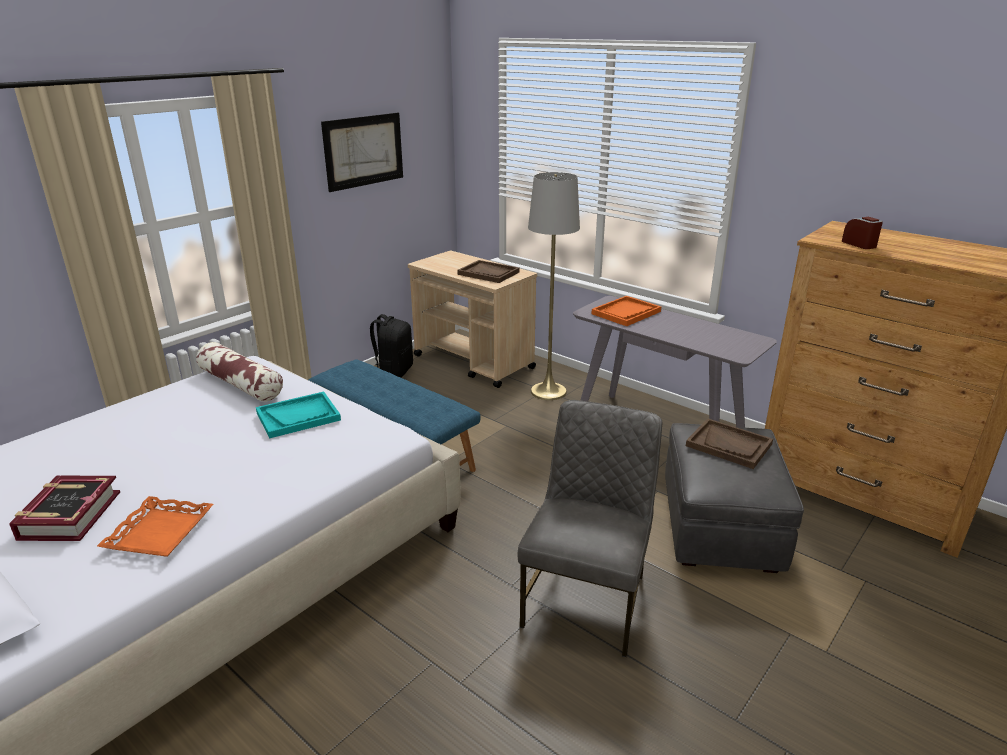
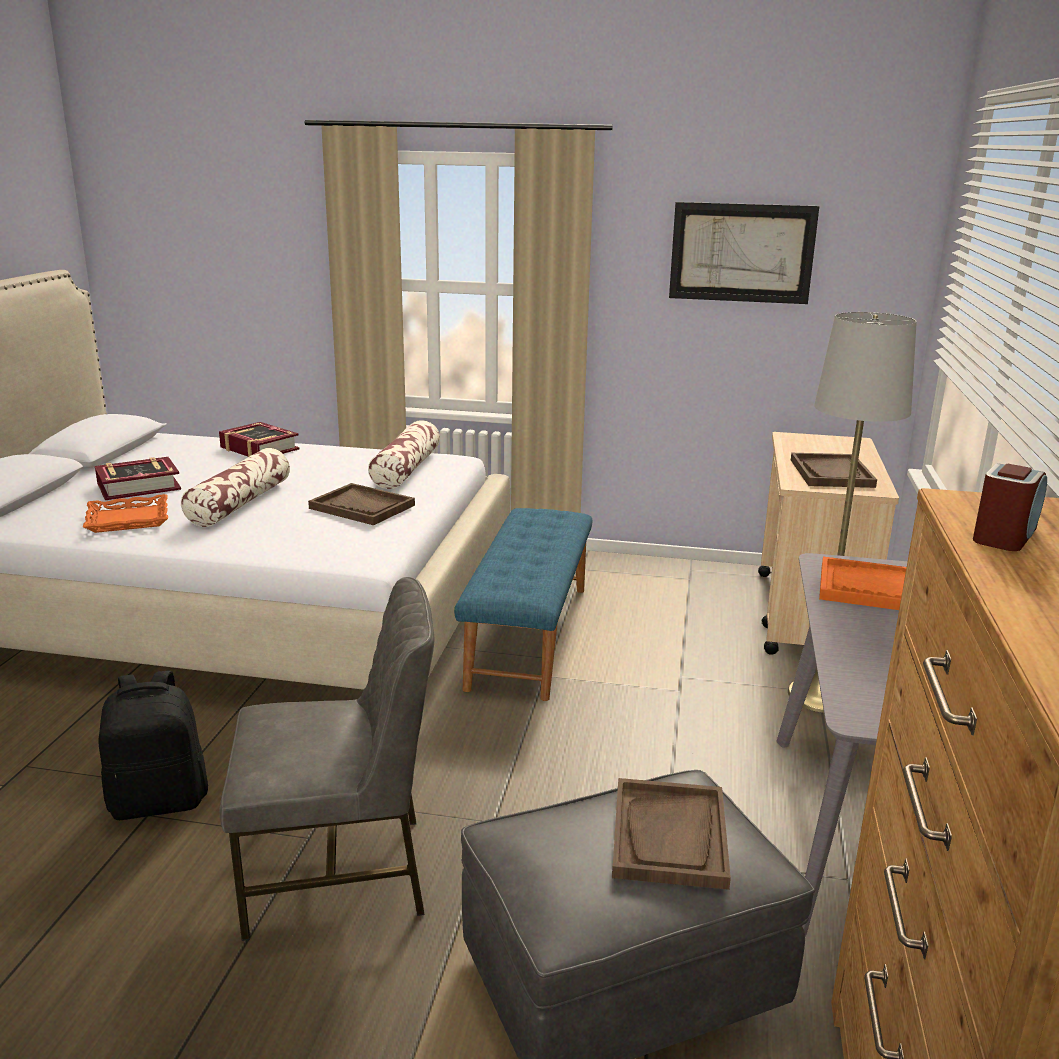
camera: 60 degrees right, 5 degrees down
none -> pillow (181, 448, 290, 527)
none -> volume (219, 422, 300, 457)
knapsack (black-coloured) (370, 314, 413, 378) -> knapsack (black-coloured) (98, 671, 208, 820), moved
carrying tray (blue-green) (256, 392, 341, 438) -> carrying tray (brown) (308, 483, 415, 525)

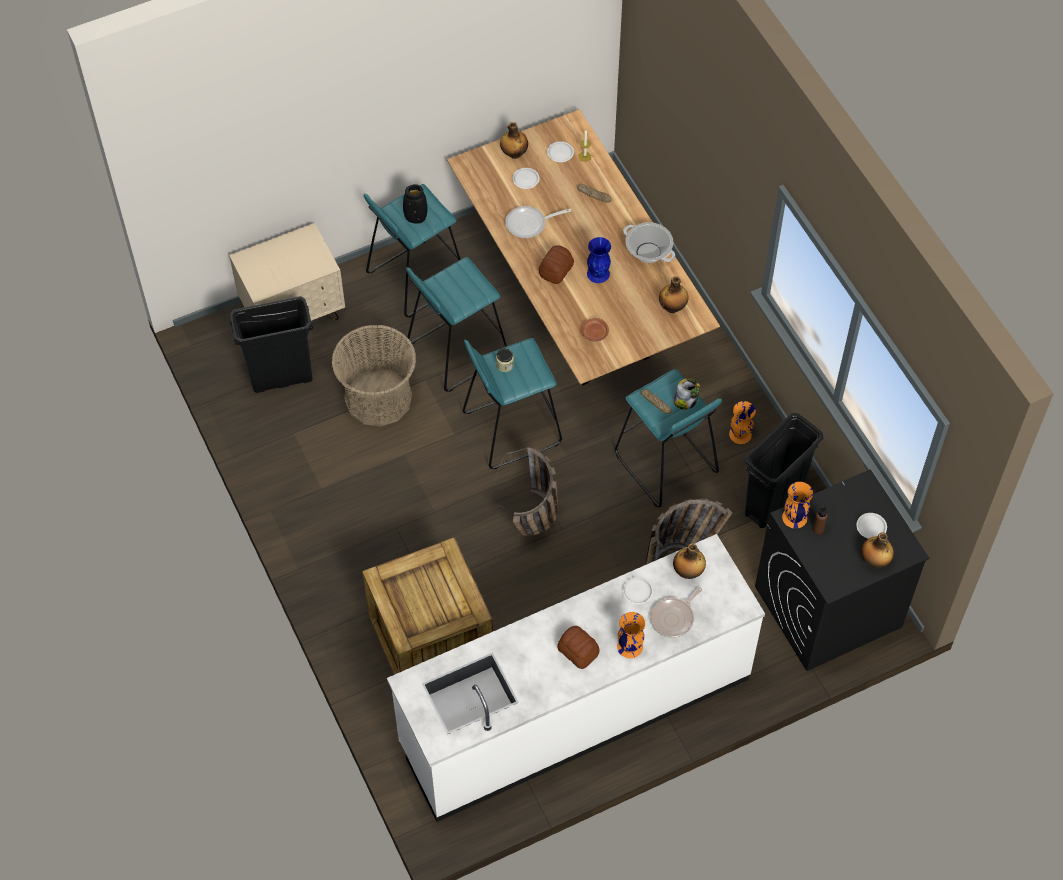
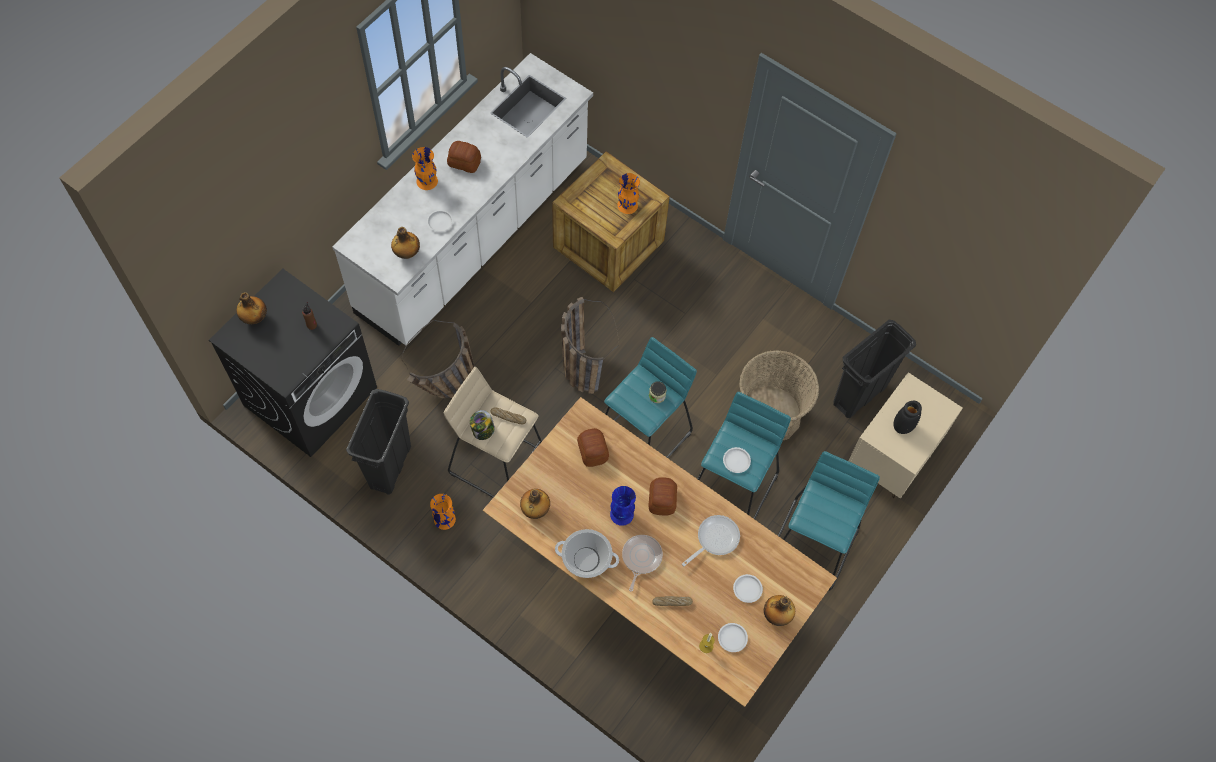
camera: 150 degrees right, 5 degrees up
vase (black-coloured) (403, 184, 428, 224) -> vase (black-coloured) (893, 401, 922, 434), moved
frying pan (650, 588, 702, 638) -> frying pan (622, 535, 663, 592), moved
vase (orange-coloured) (782, 482, 813, 529) -> vase (orange-coloured) (617, 173, 640, 214), moved
dinner plate (white-coloured) (856, 513, 887, 539) -> dinner plate (white-coloured) (723, 447, 751, 473), moved
dinner plate (brown) (581, 318, 609, 341) -> baked bread (577, 428, 609, 467)
stool (blue-green) (615, 369, 722, 507) -> stool (beige) (444, 367, 542, 498)

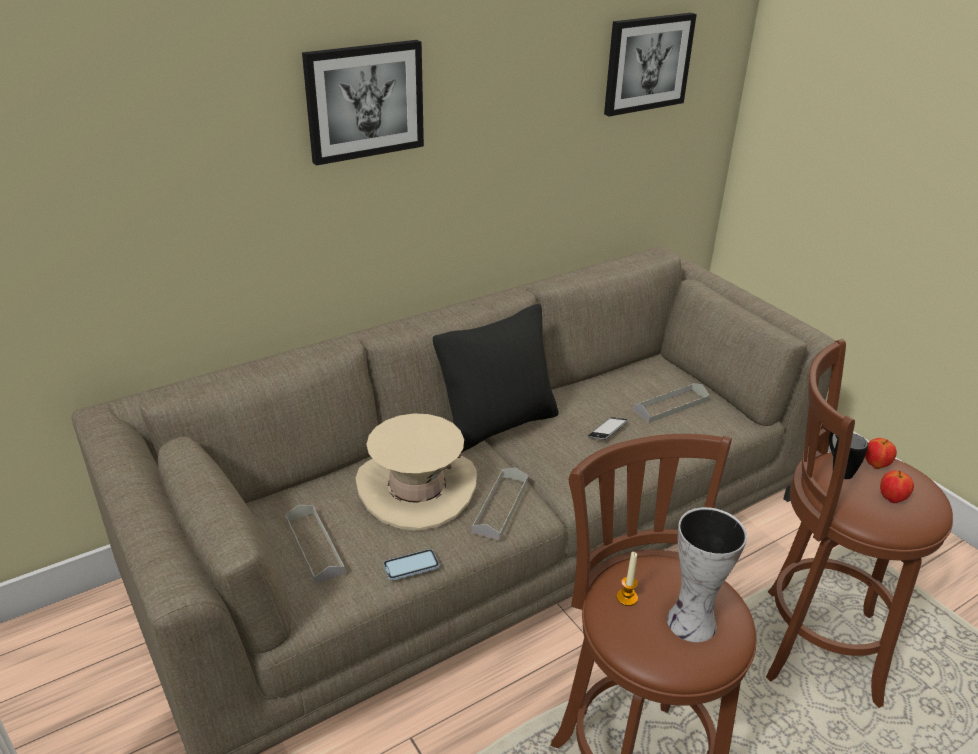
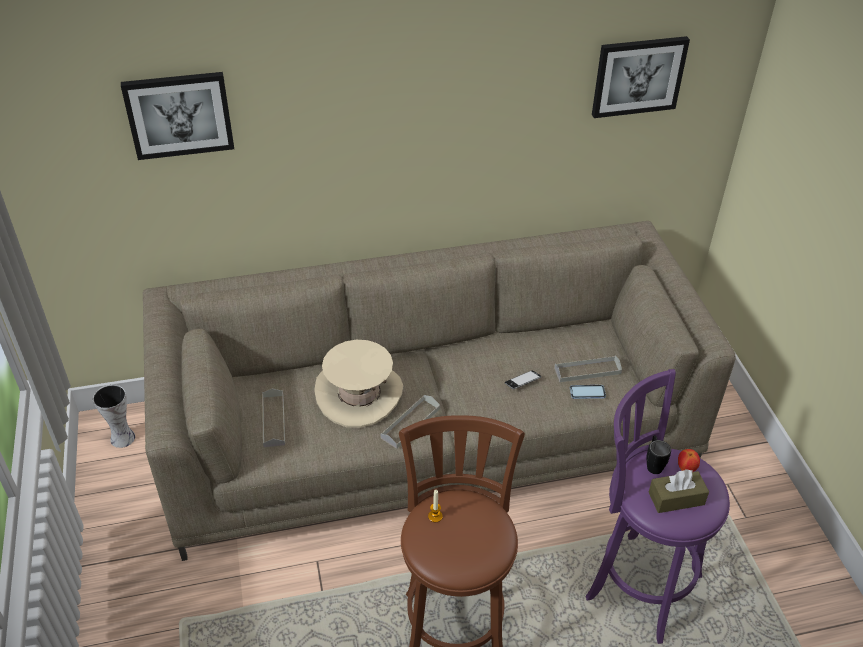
camera: 20 degrees right, 10 degrees up
pillow (black-coloured) (433, 303, 559, 453) -> none
wall picture (302, 40, 424, 166) -> wall picture (121, 72, 234, 160), moved
handset (383, 549, 439, 581) -> handset (570, 385, 606, 399), moved
vase (667, 507, 747, 642) -> vase (93, 384, 135, 448), moved
whole apple (880, 470, 914, 503) -> box of tissues (brown) (649, 469, 709, 513)
stool (brown) (766, 339, 953, 708) -> stool (purple) (585, 369, 730, 644)

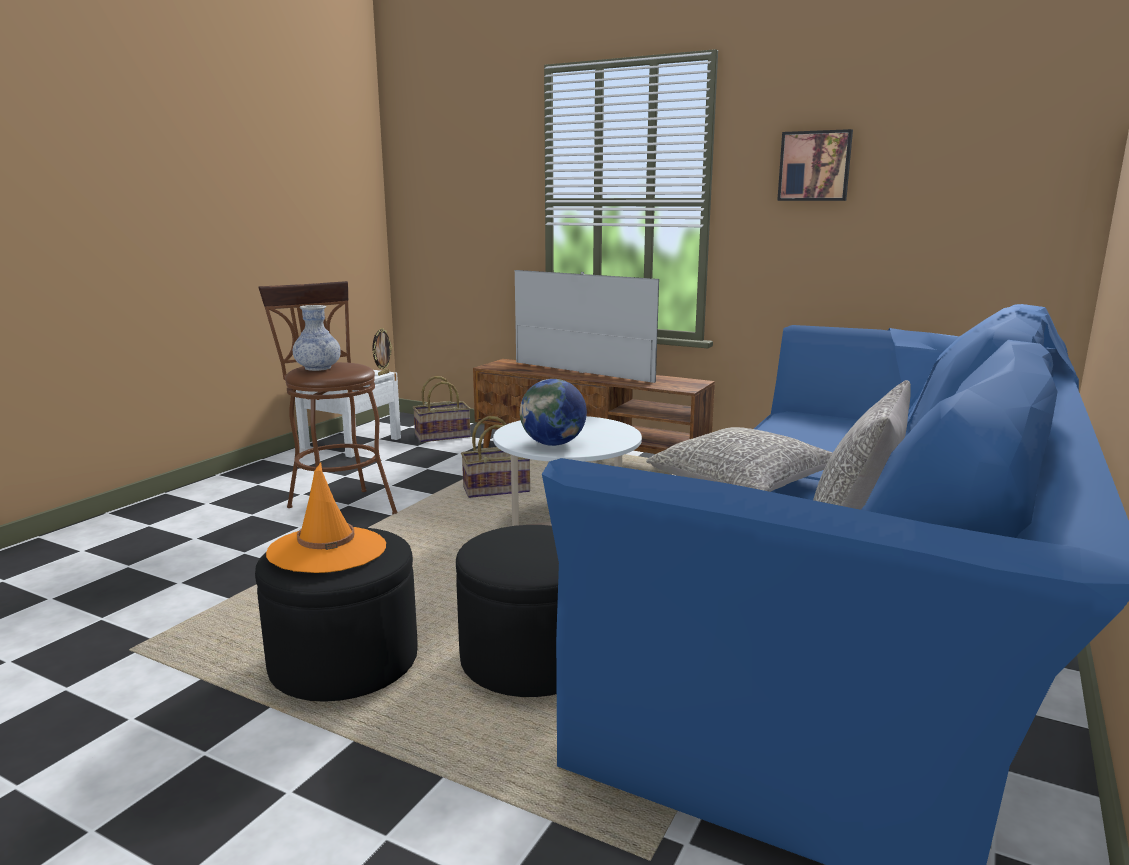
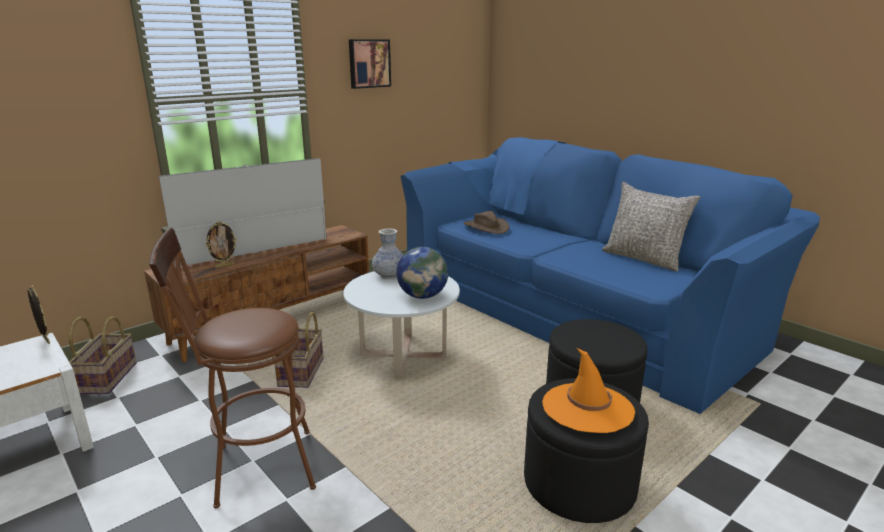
camera: 70 degrees left, 5 degrees up
pillow (grey) (646, 427, 833, 492) -> none
none -> picture frame (205, 221, 237, 268)
none -> hat (brown) (463, 211, 509, 234)
vase (293, 305, 341, 371) -> vase (372, 228, 404, 279), moved

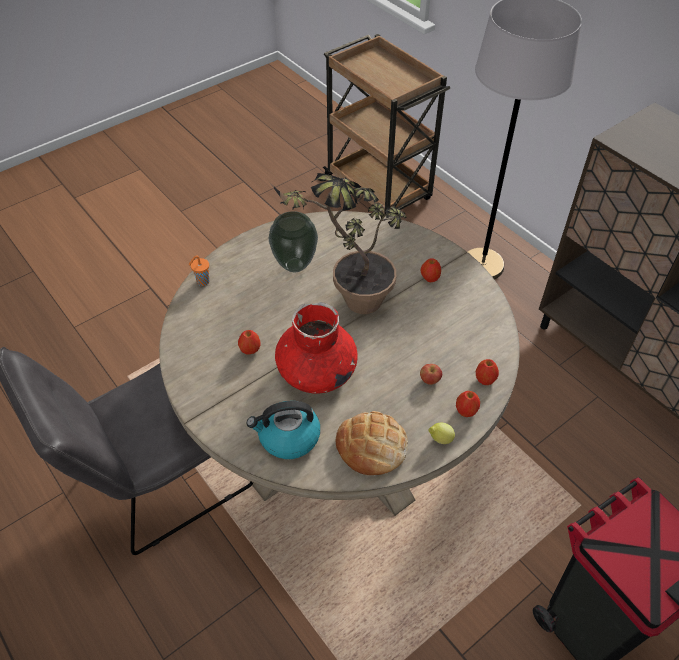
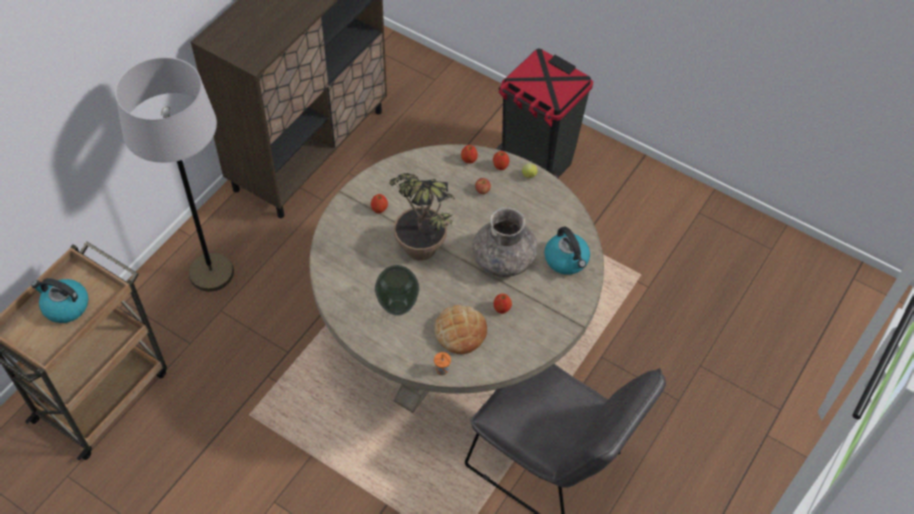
camera: 110 degrees left, 5 degrees up
none -> kettle (31, 278, 88, 323)
baked bread (336, 411, 408, 475) -> baked bread (434, 305, 487, 354), moved
vase (red-coloured) (275, 302, 358, 394) -> vase (grey) (472, 207, 537, 277)

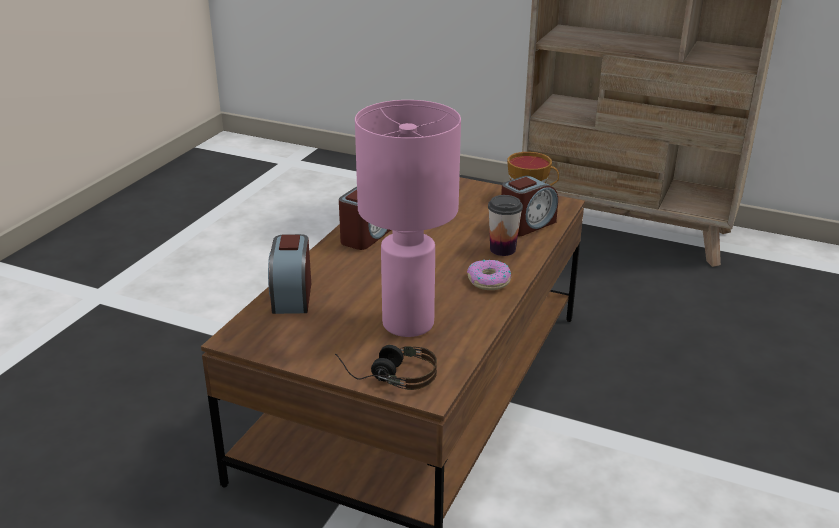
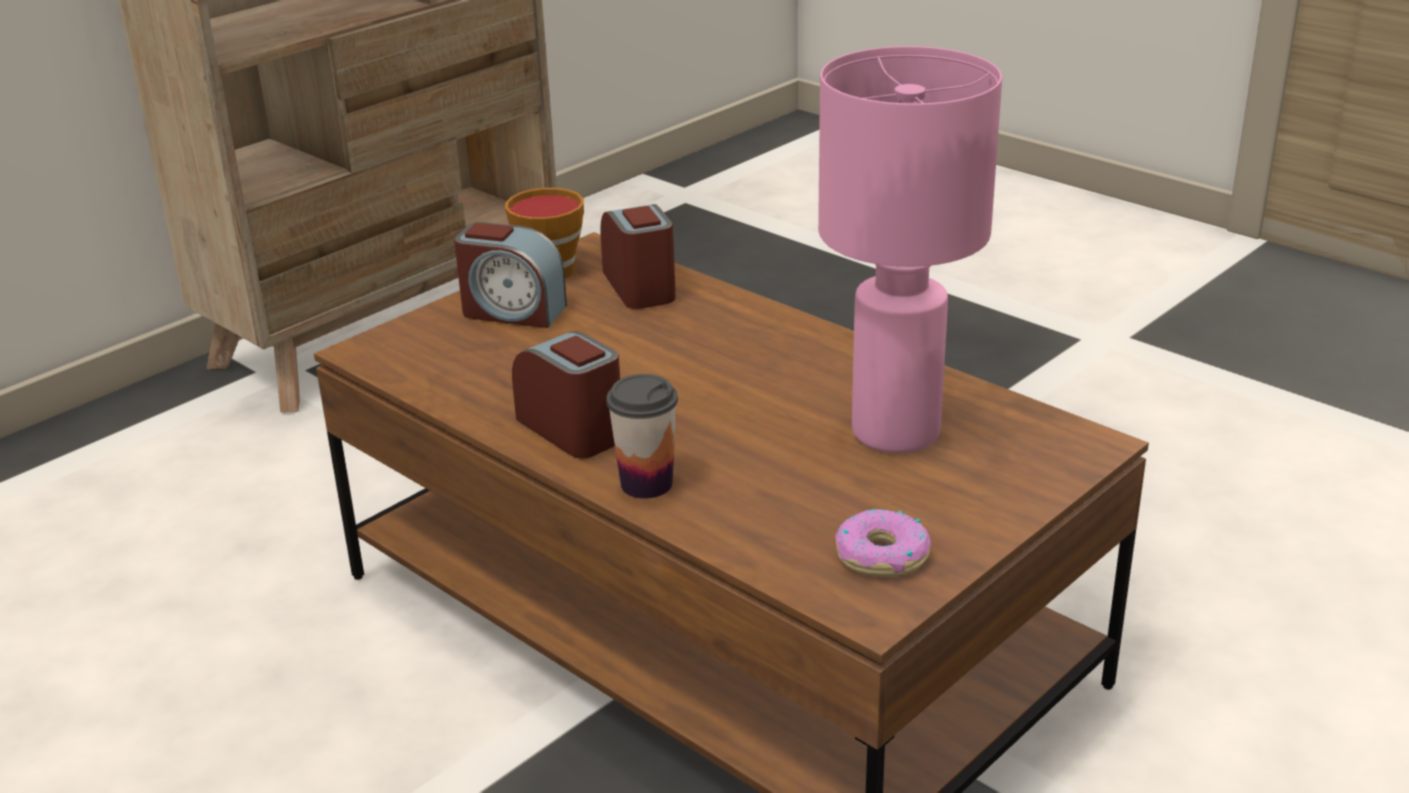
camera: 70 degrees left, 0 degrees up
headphones (335, 345, 437, 390) -> none
table clock (268, 234, 311, 314) -> table clock (454, 222, 567, 328), moved
donut (467, 260, 511, 290) -> donut (835, 508, 931, 577), moved
small cup (488, 195, 523, 256) -> small cup (606, 374, 678, 499), moved

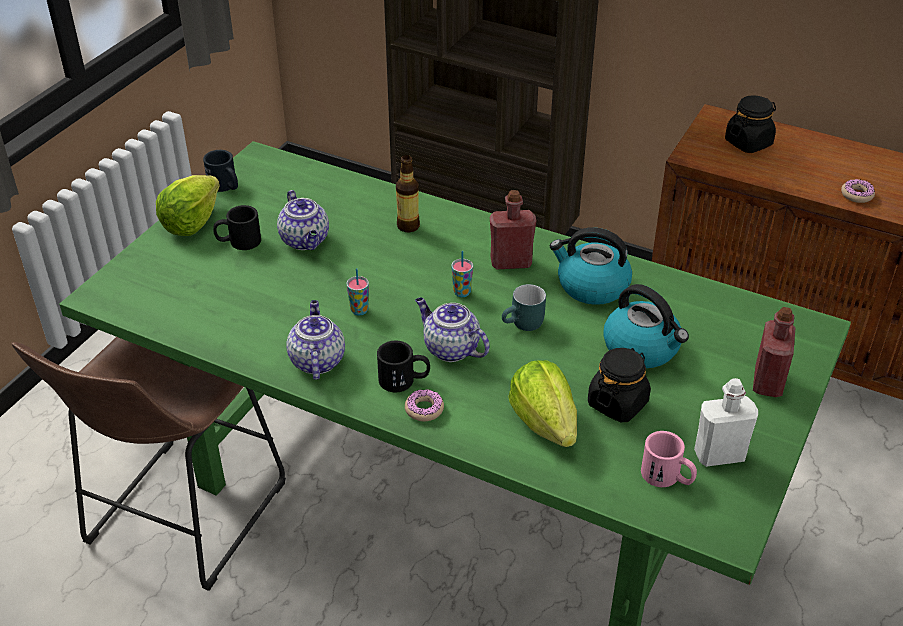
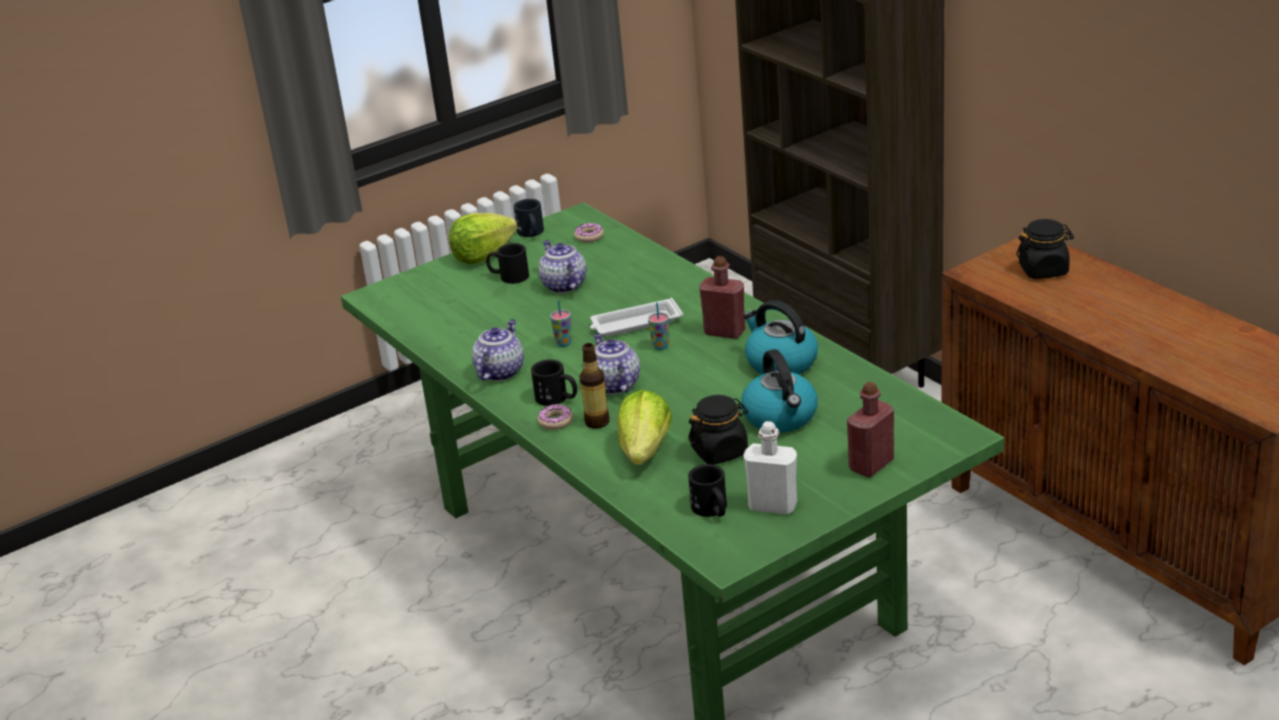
camera: 30 degrees right, 10 degrees down
stool (brown) (11, 337, 286, 591) -> none
coffee mug (blue-green) (502, 284, 546, 331) -> none
none -> carrying tray (white-coloured) (590, 298, 683, 337)
bottle (396, 155, 420, 232) -> bottle (579, 343, 610, 429), moved
donut (841, 179, 875, 203) -> donut (574, 223, 604, 242), moved
coffee mug (pink) (641, 431, 697, 487) -> coffee mug (black-coloured) (688, 464, 727, 517)
teapot (277, 190, 329, 250) -> teapot (538, 240, 587, 293), 150 degrees clockwise

